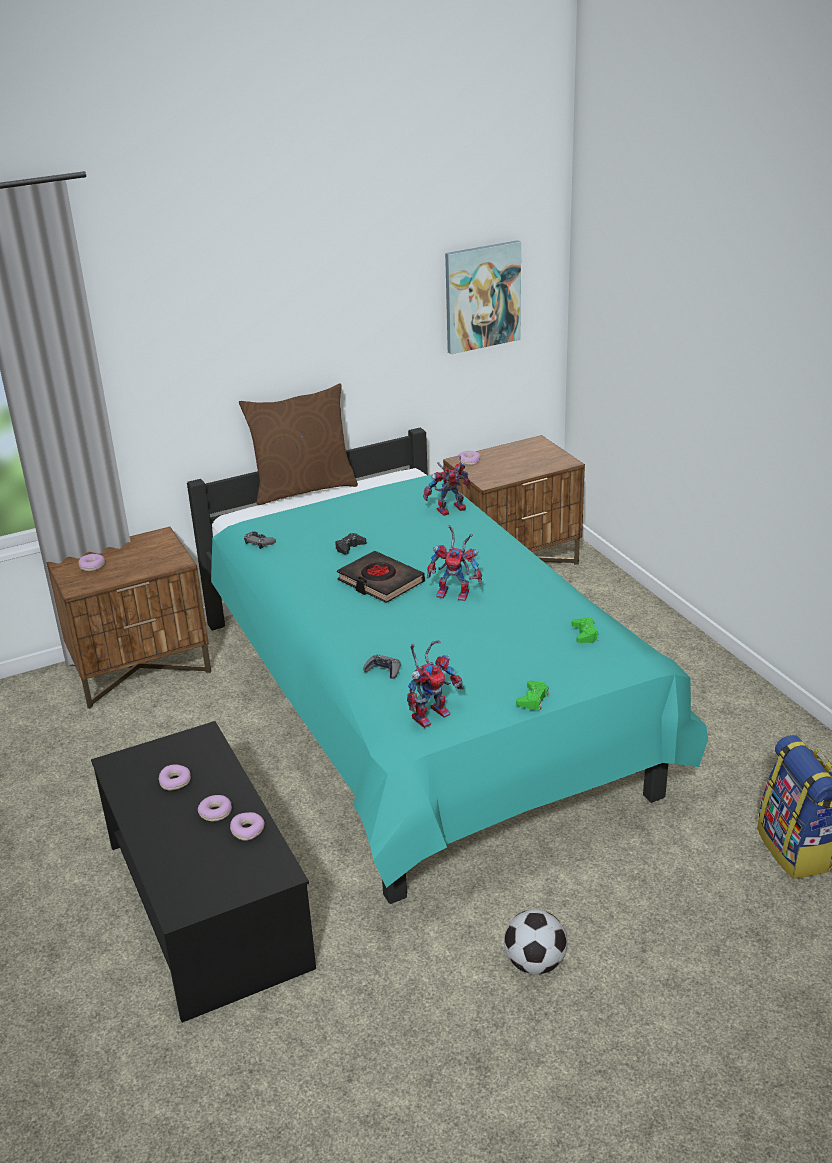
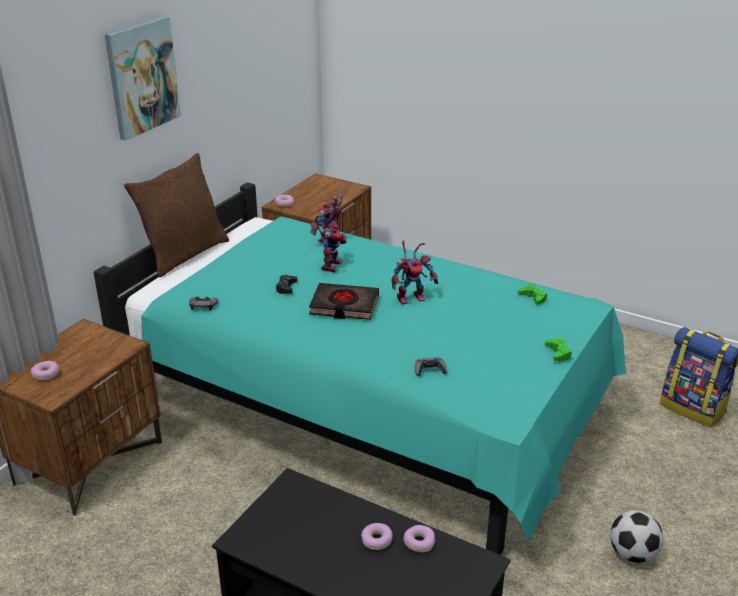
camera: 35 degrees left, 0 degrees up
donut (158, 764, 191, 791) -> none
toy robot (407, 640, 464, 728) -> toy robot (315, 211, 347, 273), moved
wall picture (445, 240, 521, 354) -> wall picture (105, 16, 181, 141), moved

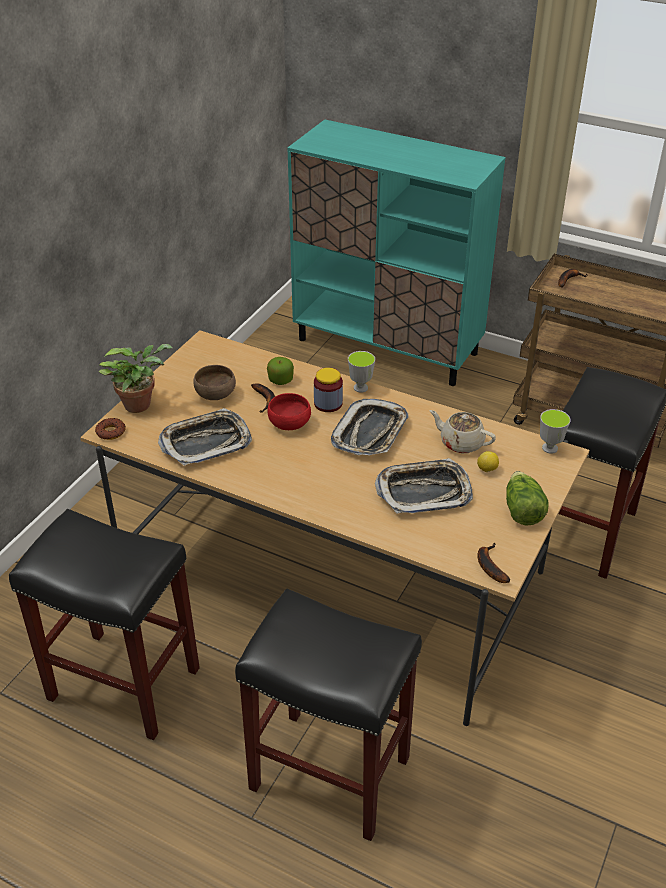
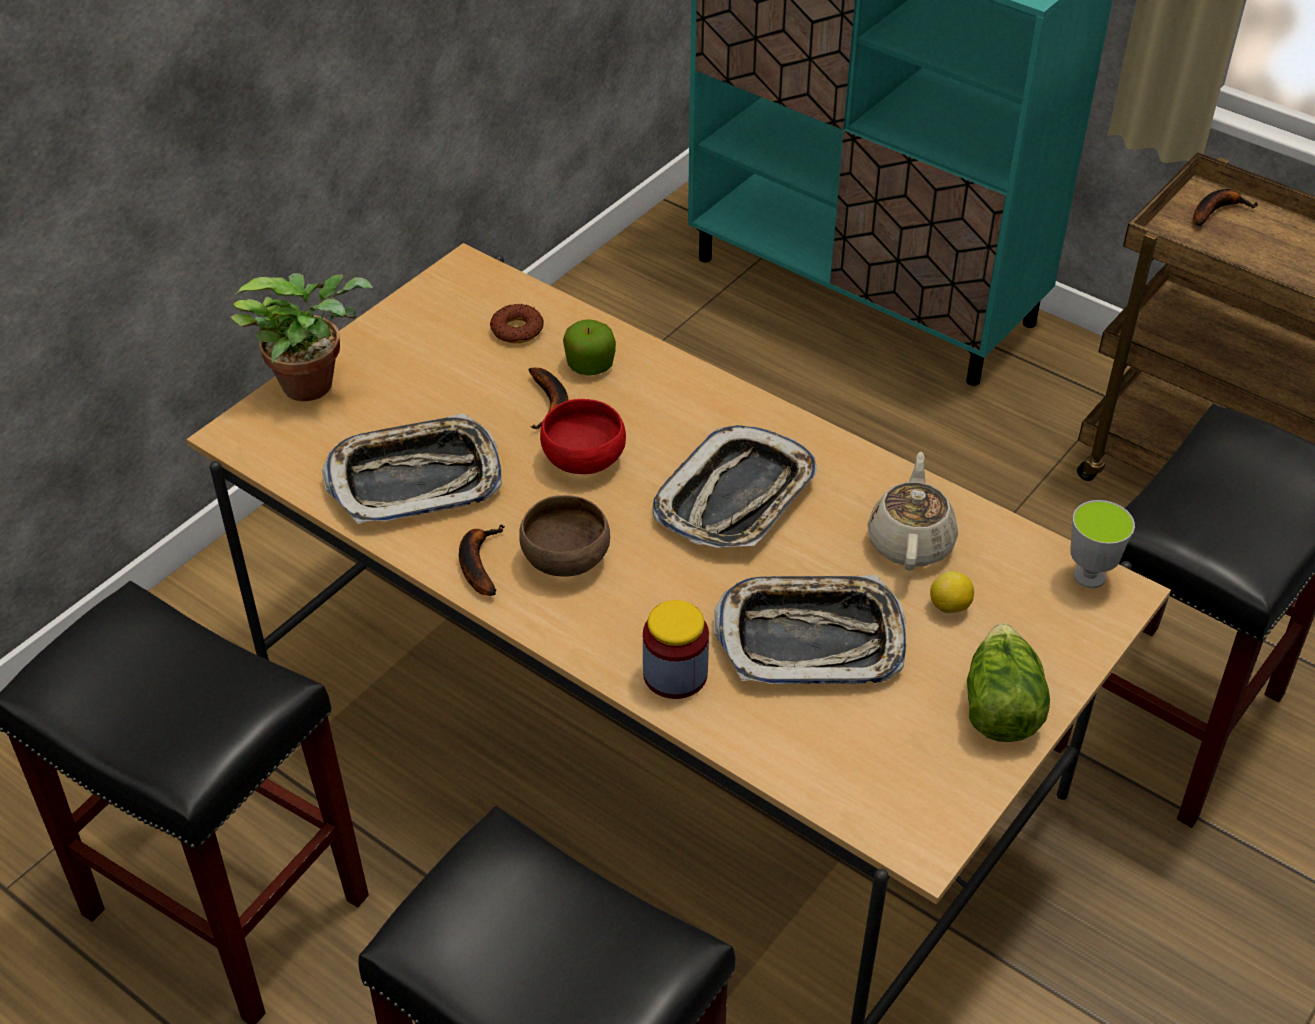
camera: 10 degrees right, 5 degrees up
small cup (348, 351, 375, 393) -> none
donut (95, 418, 125, 440) -> donut (490, 304, 544, 343), moved
serving bowl (brown) (193, 365, 236, 400) -> serving bowl (brown) (519, 495, 610, 577), moved
preserve jar (314, 368, 343, 412) -> preserve jar (643, 600, 709, 699), moved
whole banana (477, 543, 510, 583) -> whole banana (459, 524, 505, 596), moved
teapot (beige) (429, 410, 496, 453) -> teapot (beige) (867, 452, 958, 571), 60 degrees clockwise

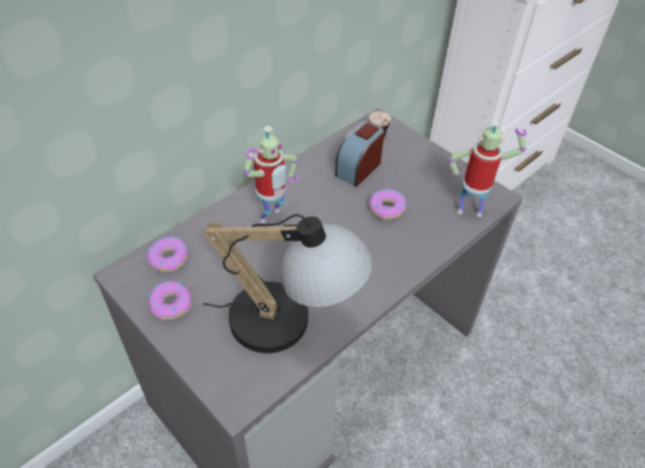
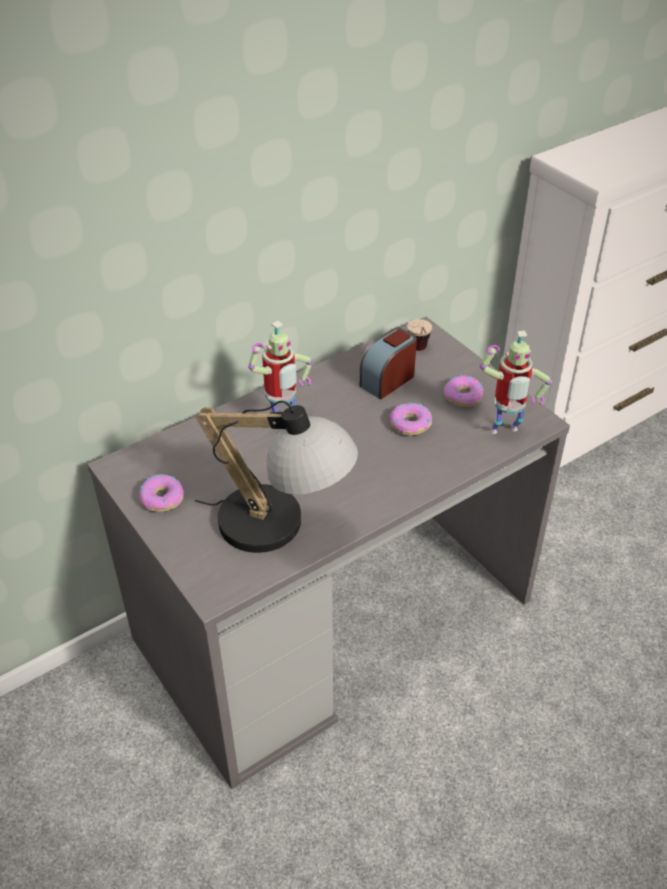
camera: 10 degrees right, 5 degrees down
donut (147, 236, 189, 272) -> donut (444, 375, 484, 407), moved
toy robot (448, 121, 527, 217) -> toy robot (480, 331, 551, 434), 150 degrees clockwise

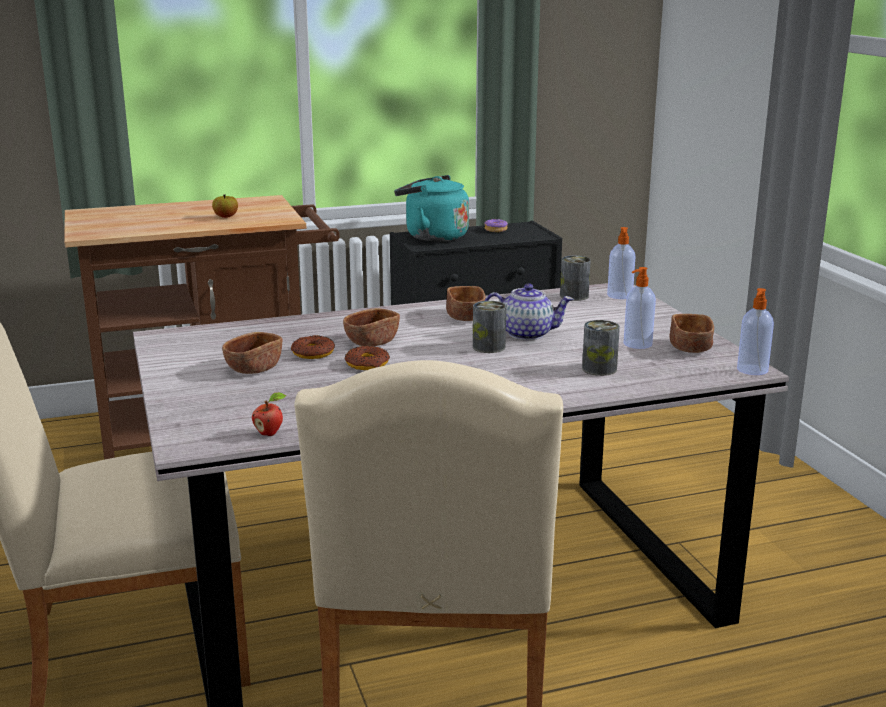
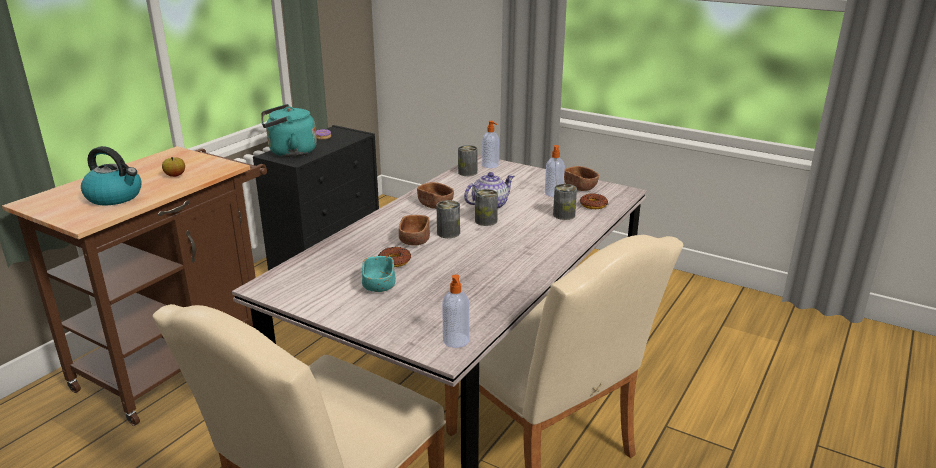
camera: 40 degrees left, 5 degrees up
whole apple (252, 392, 287, 436) -> none
none -> kettle (81, 146, 142, 205)
none -> sealed can (436, 200, 460, 238)
donut (345, 346, 390, 370) -> donut (580, 194, 608, 209), moved
soap dispenser (737, 288, 774, 375) -> soap dispenser (442, 274, 469, 348), moved
serving bowl (brown) (222, 332, 282, 374) -> serving bowl (blue-green) (362, 256, 396, 292)

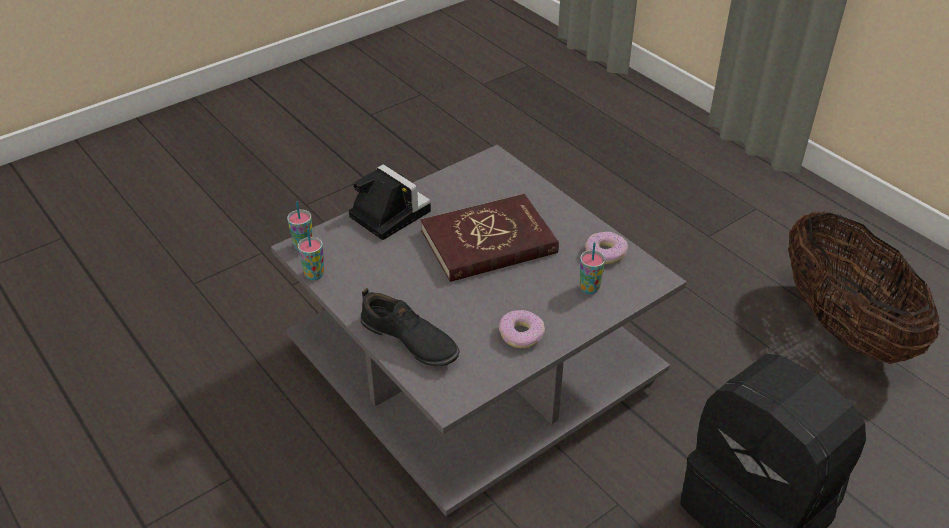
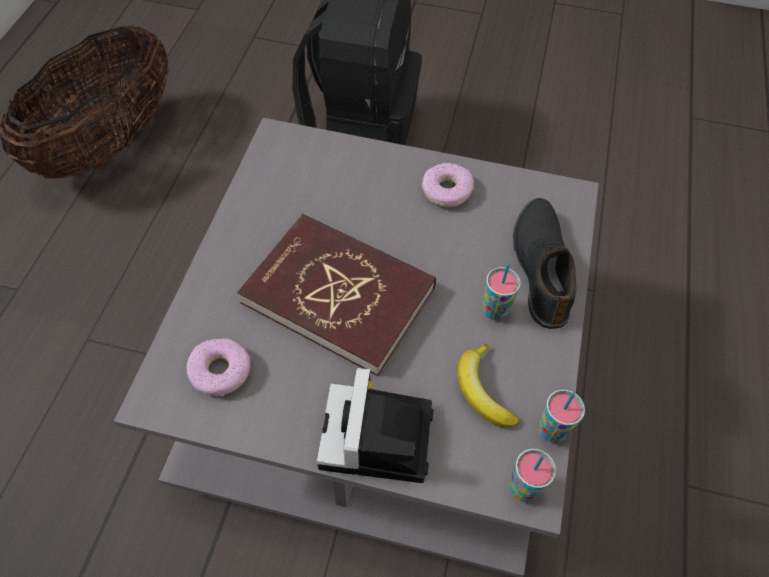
camera: 130 degrees left, 15 degrees up
none -> whole banana (457, 344, 519, 427)
small cup (580, 242, 605, 294) -> small cup (482, 264, 521, 320), moved
donut (585, 231, 628, 264) -> donut (187, 338, 250, 396), moved

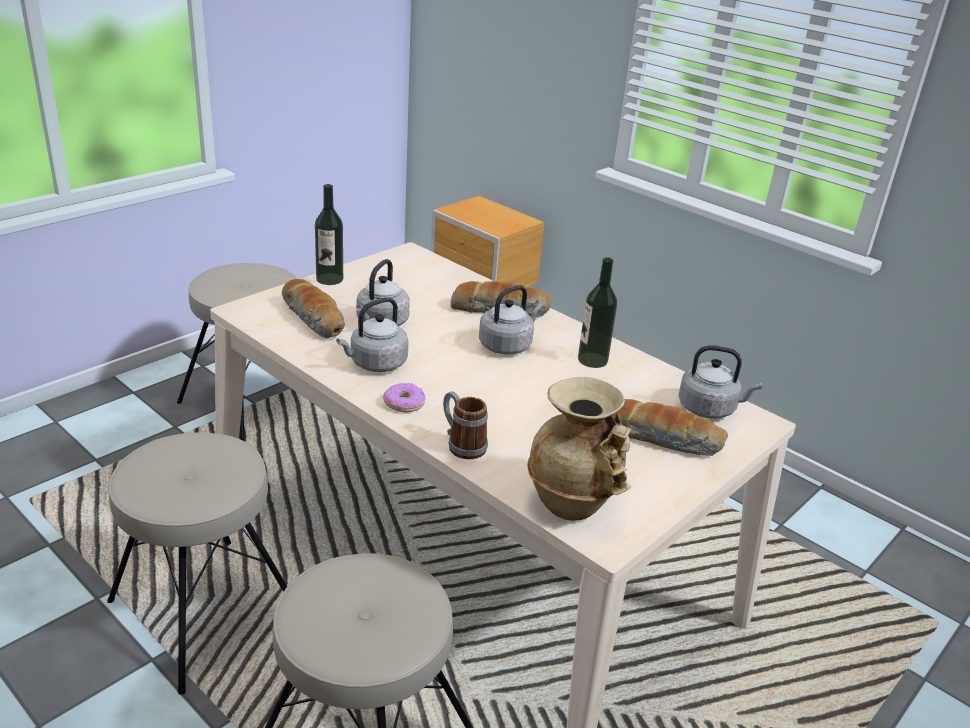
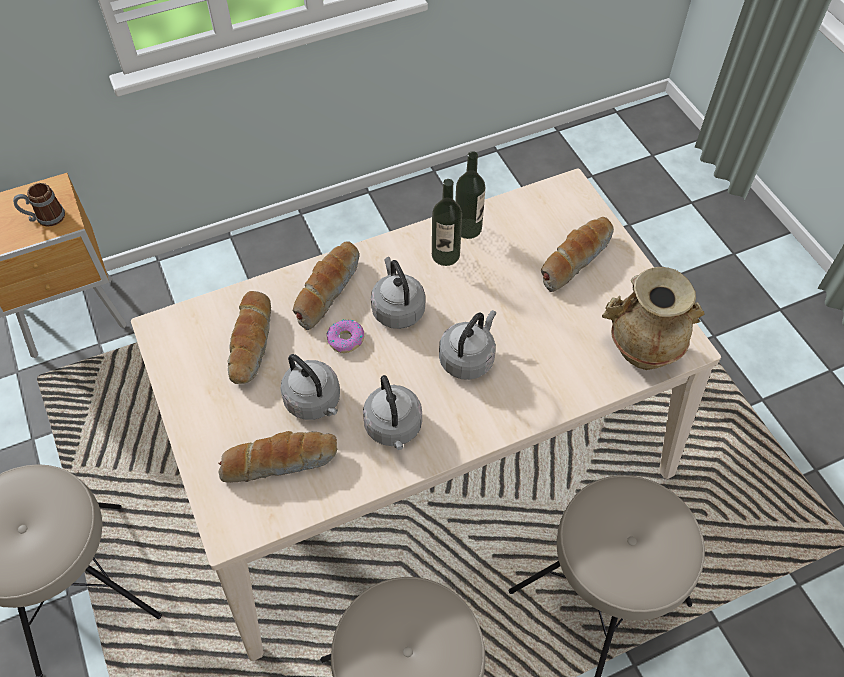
camera: 65 degrees left, 25 degrees up
none -> baked bread (227, 291, 271, 384)
bottle (315, 184, 343, 285) -> bottle (455, 151, 486, 239), moved
donut (383, 383, 425, 412) -> donut (326, 319, 364, 353), moved
coffee mug (443, 391, 488, 459) -> coffee mug (13, 183, 65, 227), moved
kettle (grey) (679, 345, 762, 419) -> kettle (grey) (439, 310, 496, 380), moved

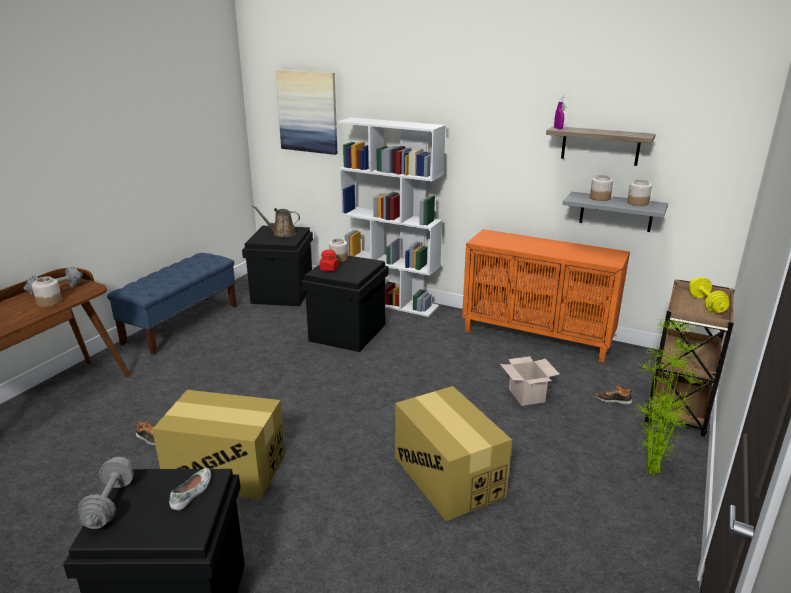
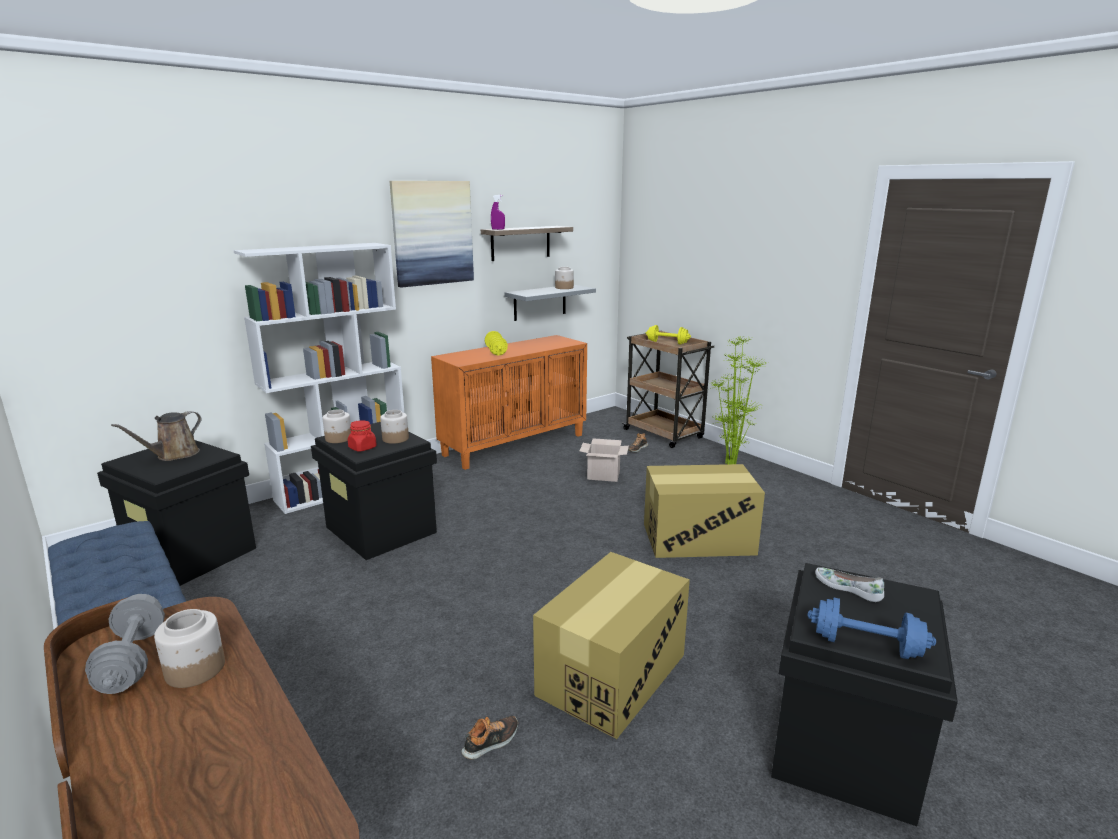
camera: 65 degrees left, 5 degrees down
none -> dumbbell (yellowish) (485, 331, 508, 356)
wall picture (276, 70, 337, 155) -> wall picture (390, 181, 474, 288), moved
preserve jar (590, 175, 613, 201) -> preserve jar (380, 410, 409, 444), moved
dumbbell (grey) (78, 457, 134, 529) -> dumbbell (blue) (807, 598, 936, 659)

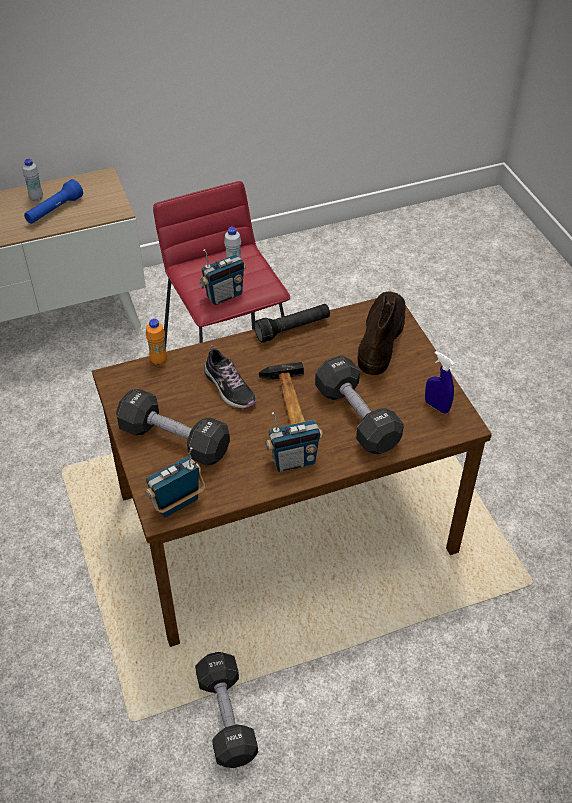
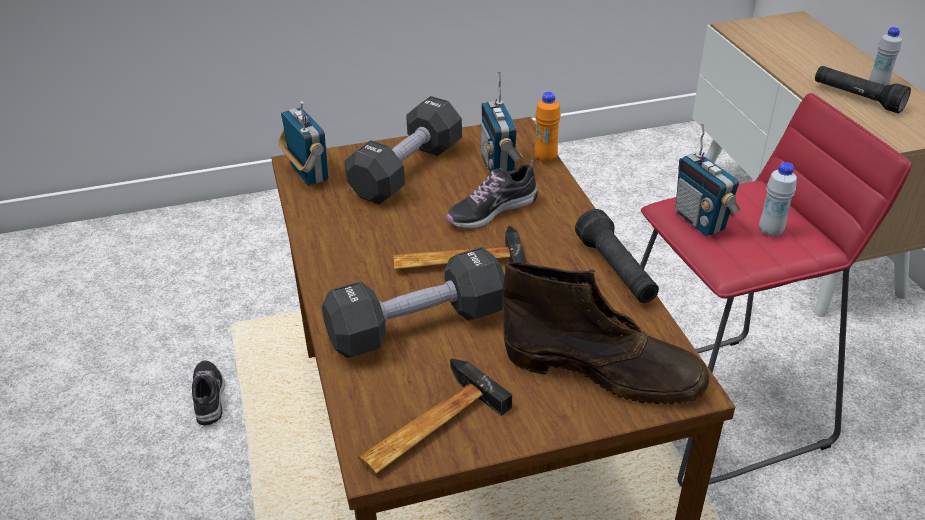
camera: 95 degrees right, 10 degrees down
radio set (265, 412, 323, 472) -> radio set (481, 72, 523, 173), moved
dumbbell (black-coloured) (195, 652, 258, 768) -> shoe (192, 360, 225, 426)
sprayer (blue) (425, 351, 454, 414) -> hand hammer (358, 359, 512, 474)
hand torch (blue) (24, 179, 83, 224) -> hand torch (black-coloured) (815, 66, 911, 113)

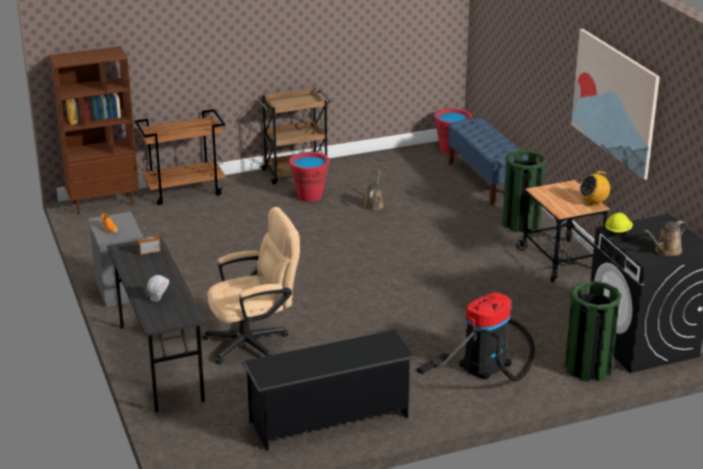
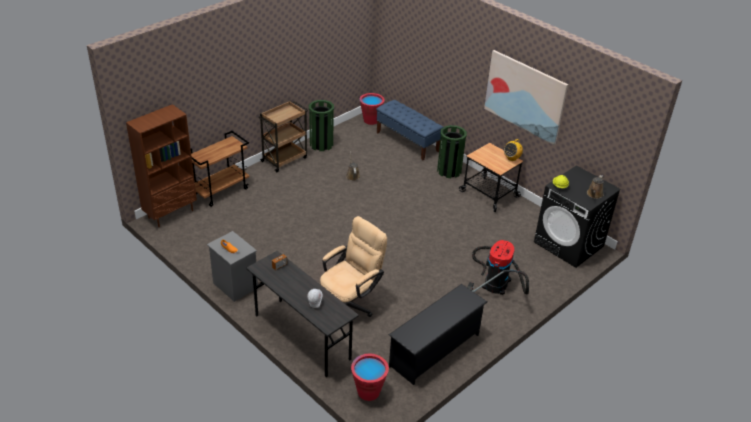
camera: 25 degrees left, 10 degrees up
pail (red-coloured) (289, 152, 330, 202) -> pail (red-coloured) (351, 354, 389, 401), moved
trash can (green) (565, 281, 622, 382) -> trash can (green) (309, 100, 334, 151), moved

